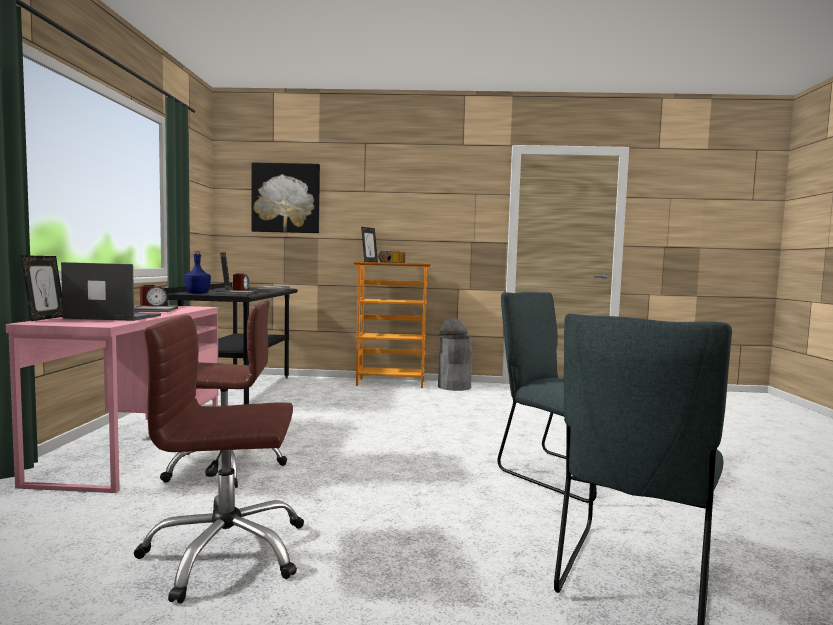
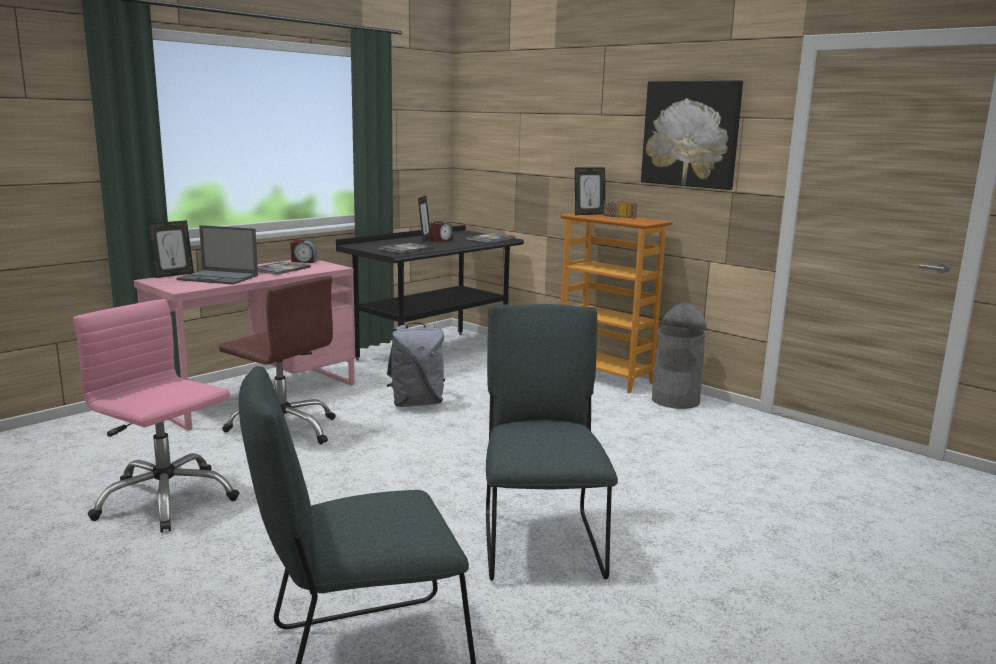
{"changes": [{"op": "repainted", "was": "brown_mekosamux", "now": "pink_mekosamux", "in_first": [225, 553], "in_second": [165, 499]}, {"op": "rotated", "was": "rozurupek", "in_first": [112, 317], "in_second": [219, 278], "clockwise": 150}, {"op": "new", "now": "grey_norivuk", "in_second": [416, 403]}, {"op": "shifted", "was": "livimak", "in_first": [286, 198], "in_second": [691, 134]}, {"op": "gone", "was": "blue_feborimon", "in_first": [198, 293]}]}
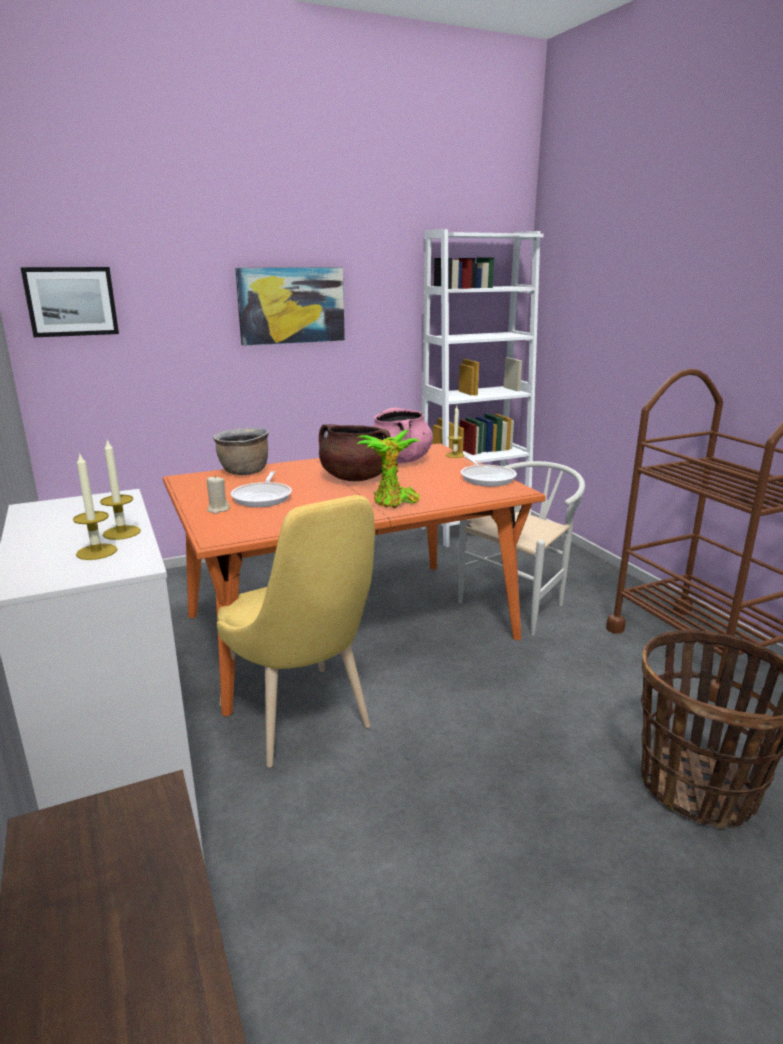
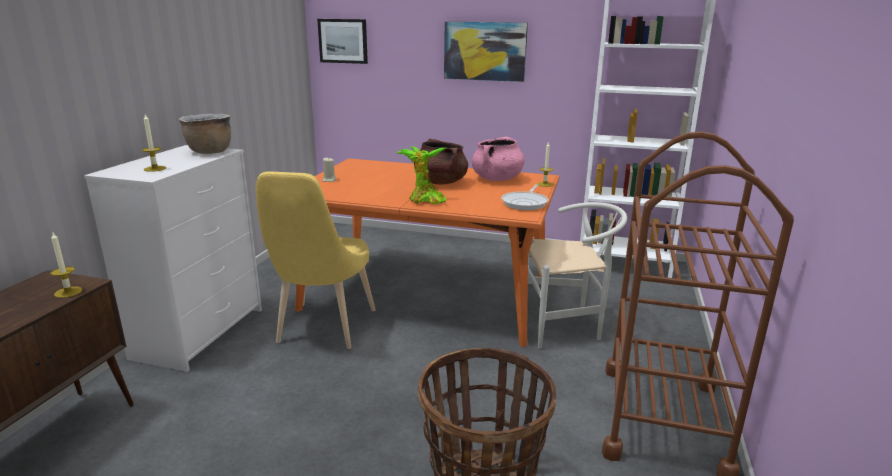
{"changes": [{"op": "shifted", "was": "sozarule", "in_first": [121, 532], "in_second": [68, 292]}, {"op": "shifted", "was": "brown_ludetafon", "in_first": [244, 472], "in_second": [209, 152]}, {"op": "gone", "was": "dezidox", "in_first": [263, 497]}]}
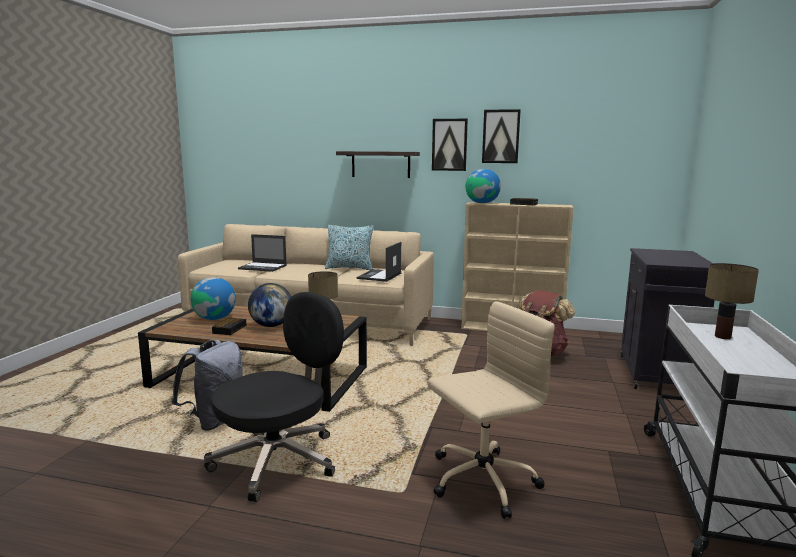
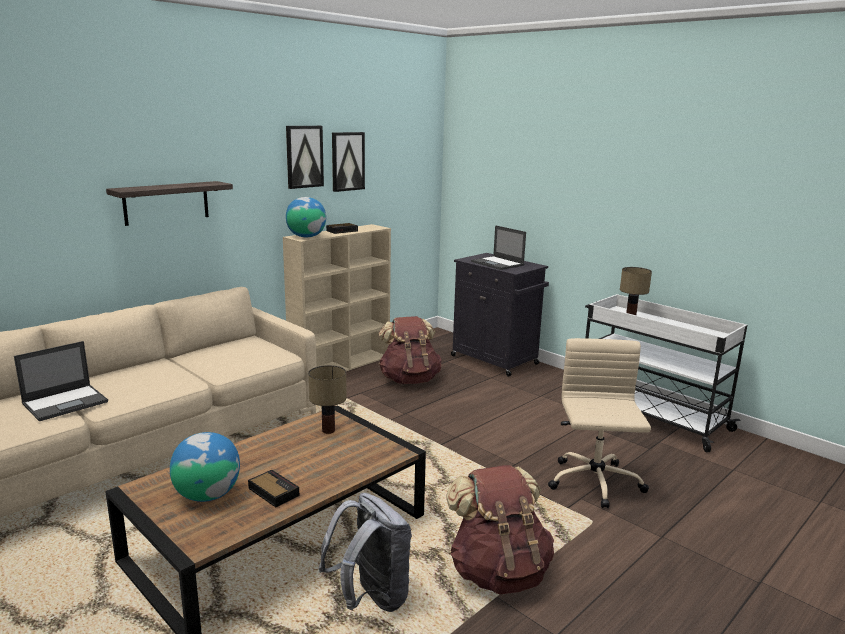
{"changes": [{"op": "shifted", "was": "livimak", "in_first": [449, 144], "in_second": [347, 161]}, {"op": "swapped", "was": "black_mekosamux", "now": "brown_norivuk", "in_first": [279, 460], "in_second": [498, 572]}, {"op": "shifted", "was": "rozurupek", "in_first": [379, 276], "in_second": [498, 263]}, {"op": "gone", "was": "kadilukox", "in_first": [271, 325]}, {"op": "gone", "was": "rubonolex", "in_first": [349, 268]}]}
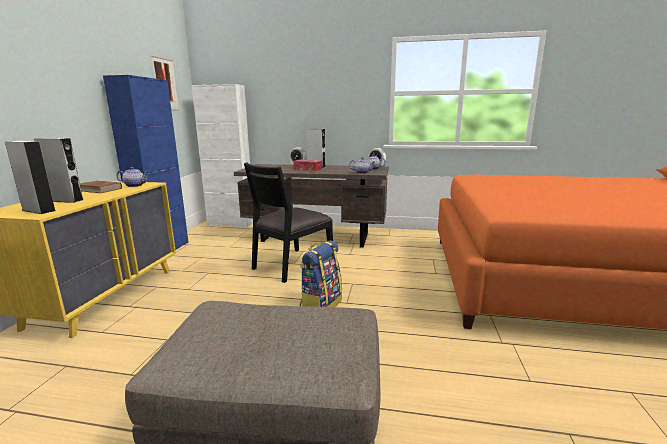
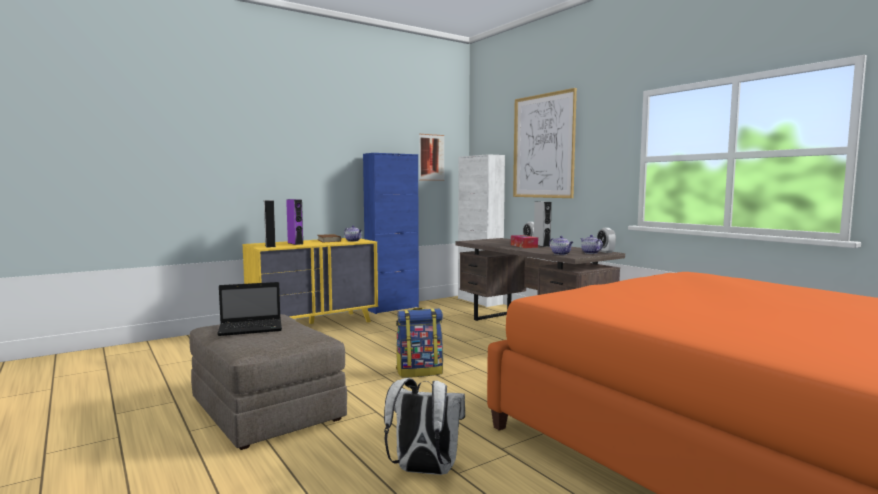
{"changes": [{"op": "new", "now": "rozurupek", "in_second": [252, 328]}, {"op": "repainted", "was": "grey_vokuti", "now": "purple_vokuti", "in_first": [66, 200], "in_second": [295, 243]}, {"op": "new", "now": "white_norivuk", "in_second": [423, 471]}, {"op": "new", "now": "livimak", "in_second": [543, 146]}, {"op": "gone", "was": "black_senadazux", "in_first": [292, 265]}]}
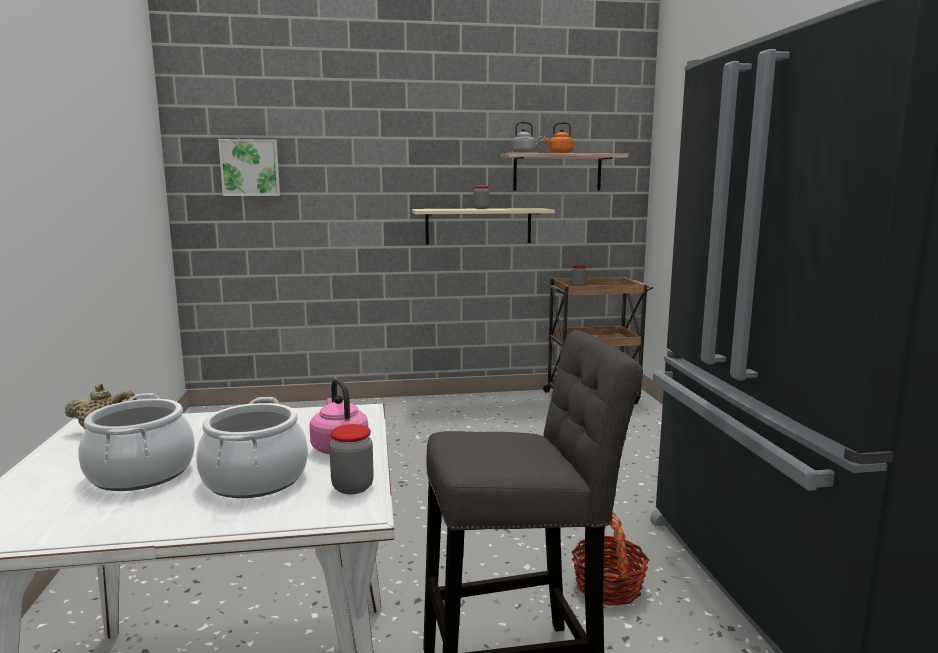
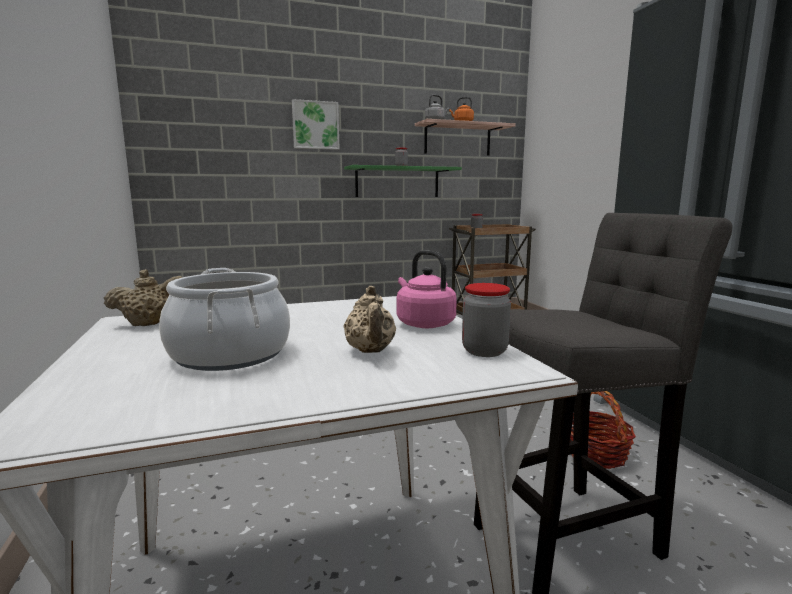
{"changes": [{"op": "shifted", "was": "livimak", "in_first": [250, 168], "in_second": [315, 125]}, {"op": "swapped", "was": "ludetafon", "now": "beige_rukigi", "in_first": [256, 479], "in_second": [370, 351]}, {"op": "repainted", "was": "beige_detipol", "now": "green_detipol", "in_first": [478, 226], "in_second": [397, 182]}]}
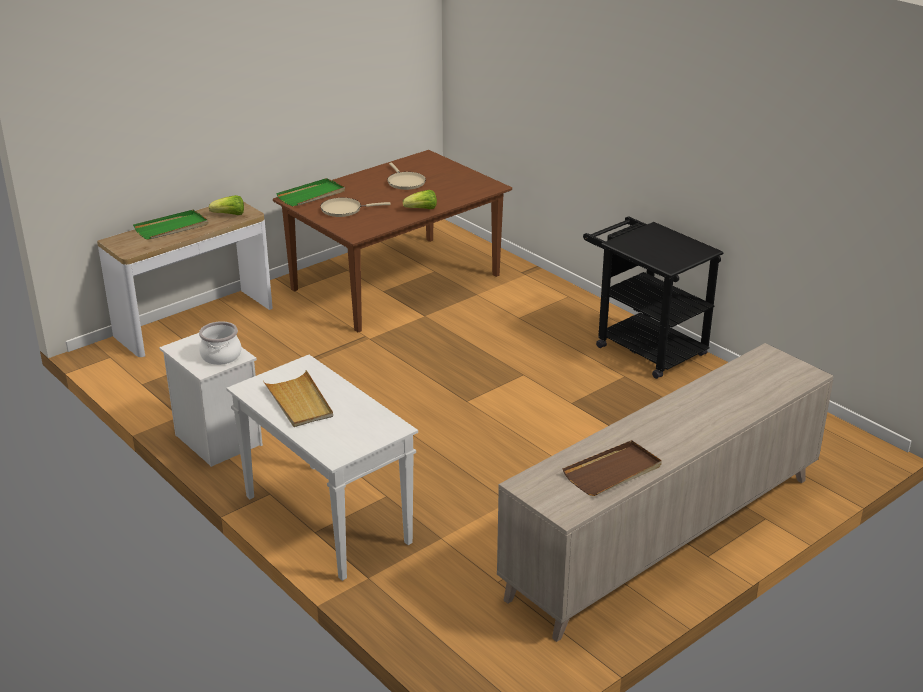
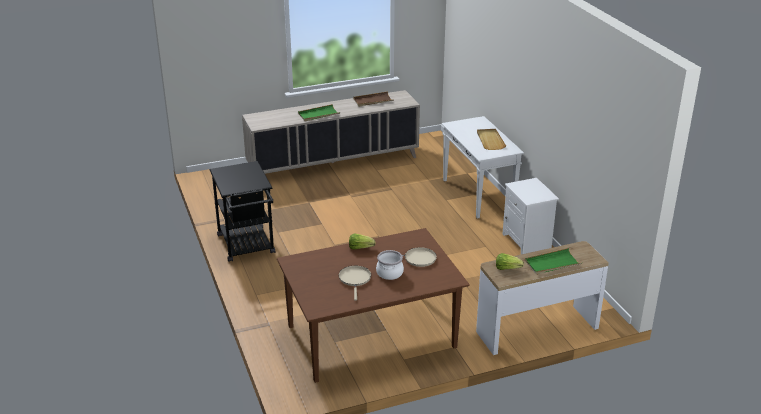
{"changes": [{"op": "shifted", "was": "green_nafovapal", "in_first": [312, 195], "in_second": [318, 114]}, {"op": "shifted", "was": "ludetafon", "in_first": [221, 356], "in_second": [389, 273]}]}
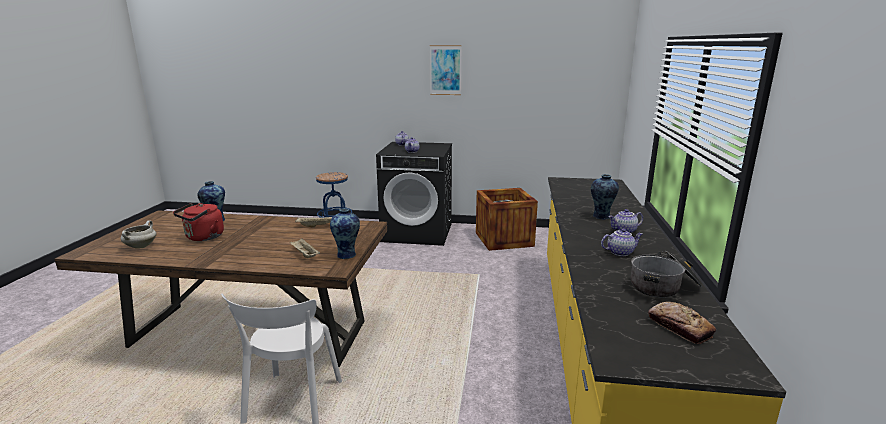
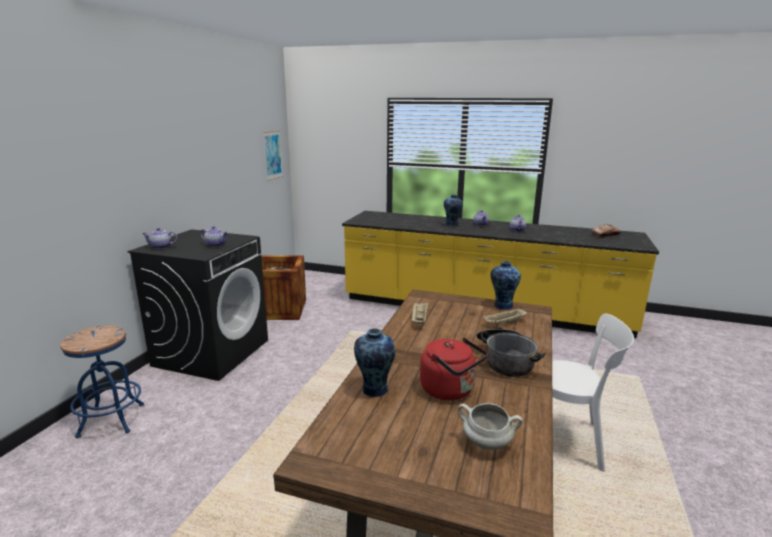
{"changes": [{"op": "shifted", "was": "livimak", "in_first": [445, 70], "in_second": [272, 155]}, {"op": "shifted", "was": "ludetafon", "in_first": [663, 287], "in_second": [505, 360]}]}
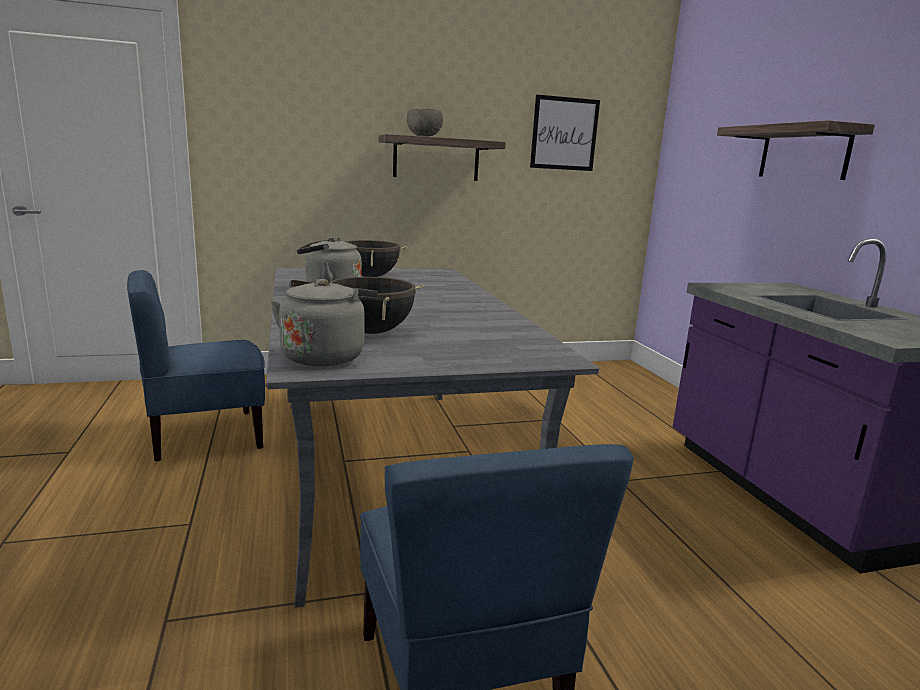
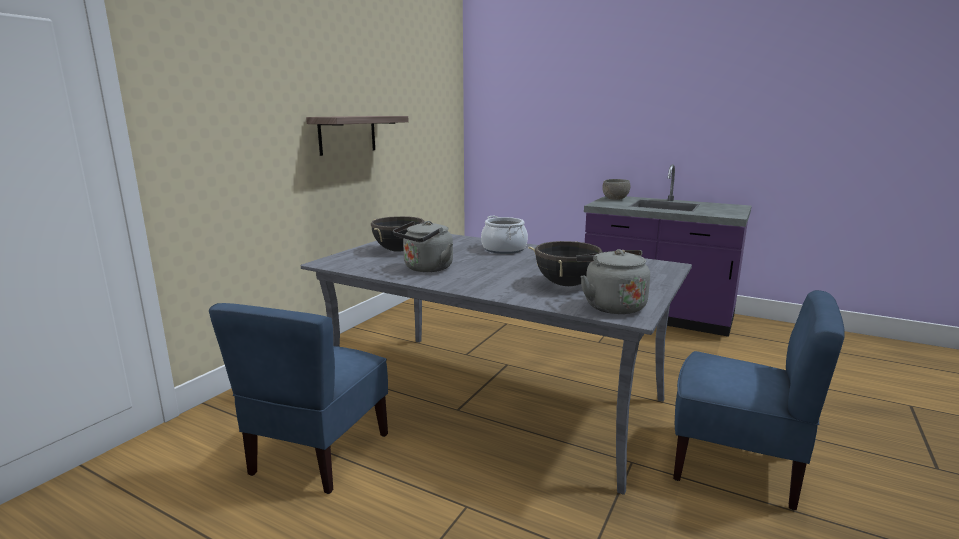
{"changes": [{"op": "new", "now": "ludetafon", "in_second": [504, 249]}, {"op": "shifted", "was": "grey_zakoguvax", "in_first": [424, 136], "in_second": [615, 199]}, {"op": "gone", "was": "livimak", "in_first": [564, 134]}, {"op": "gone", "was": "detipol", "in_first": [804, 153]}]}
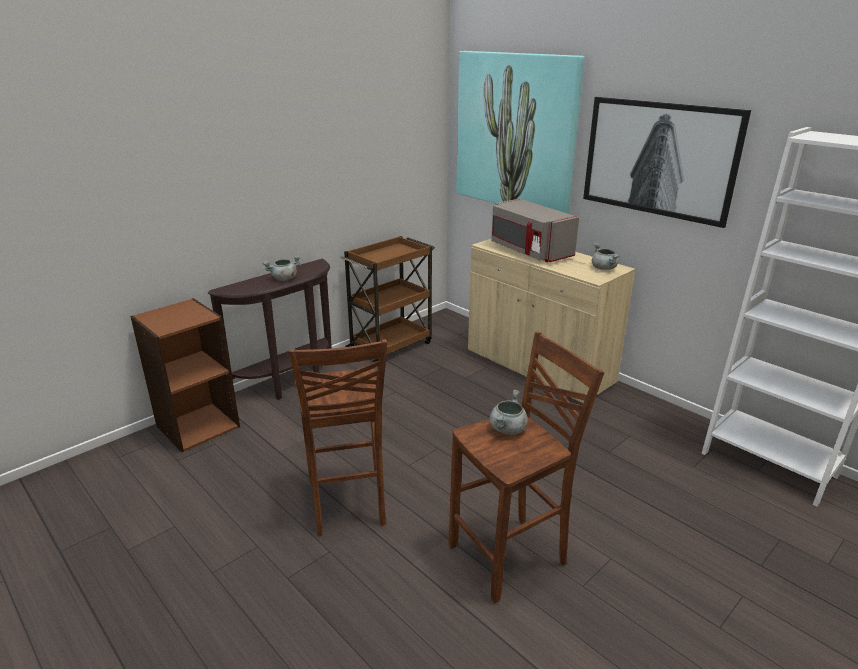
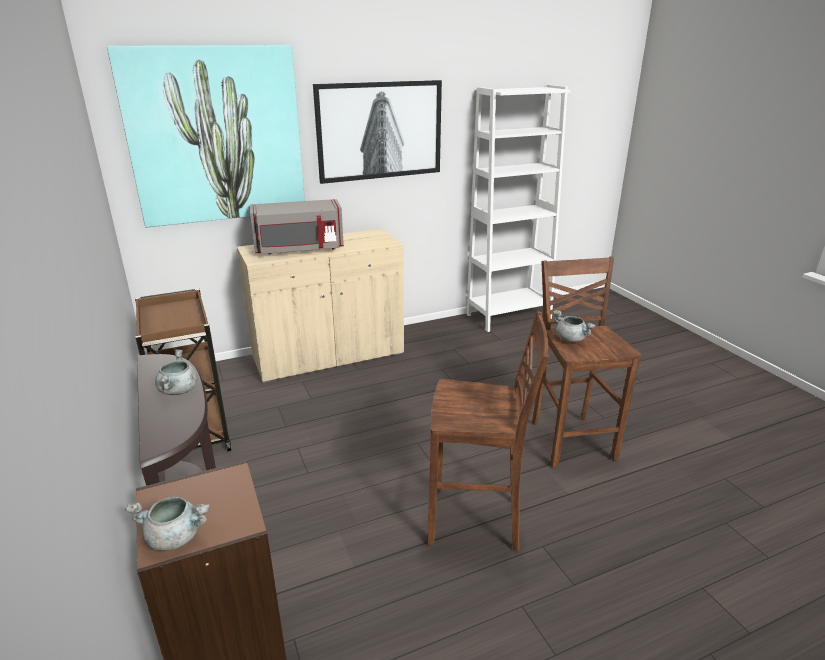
{"changes": [{"op": "shifted", "was": "grey_ludetafon", "in_first": [604, 268], "in_second": [176, 537]}]}
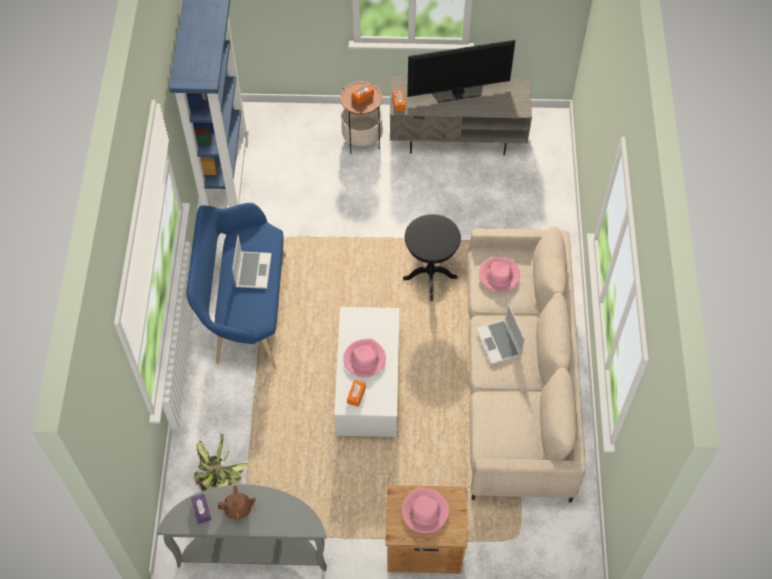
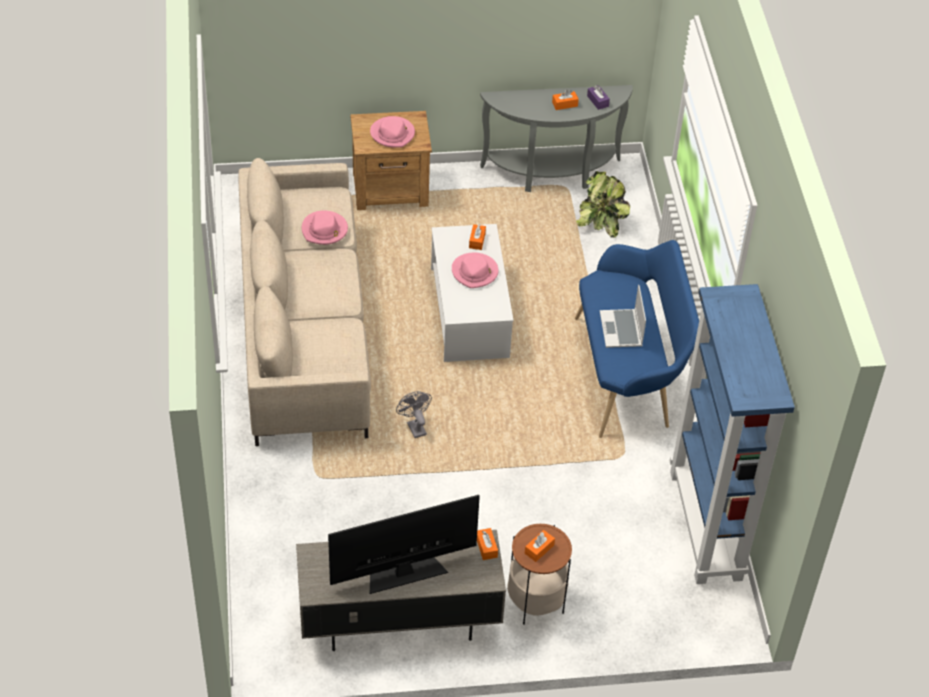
{"changes": [{"op": "shifted", "was": "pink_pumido", "in_first": [499, 275], "in_second": [324, 230]}, {"op": "swapped", "was": "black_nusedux", "now": "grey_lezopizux", "in_first": [430, 278], "in_second": [414, 426]}, {"op": "swapped", "was": "brown_rukigi", "now": "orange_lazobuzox", "in_first": [238, 509], "in_second": [564, 104]}, {"op": "gone", "was": "rozurupek", "in_first": [499, 343]}]}
